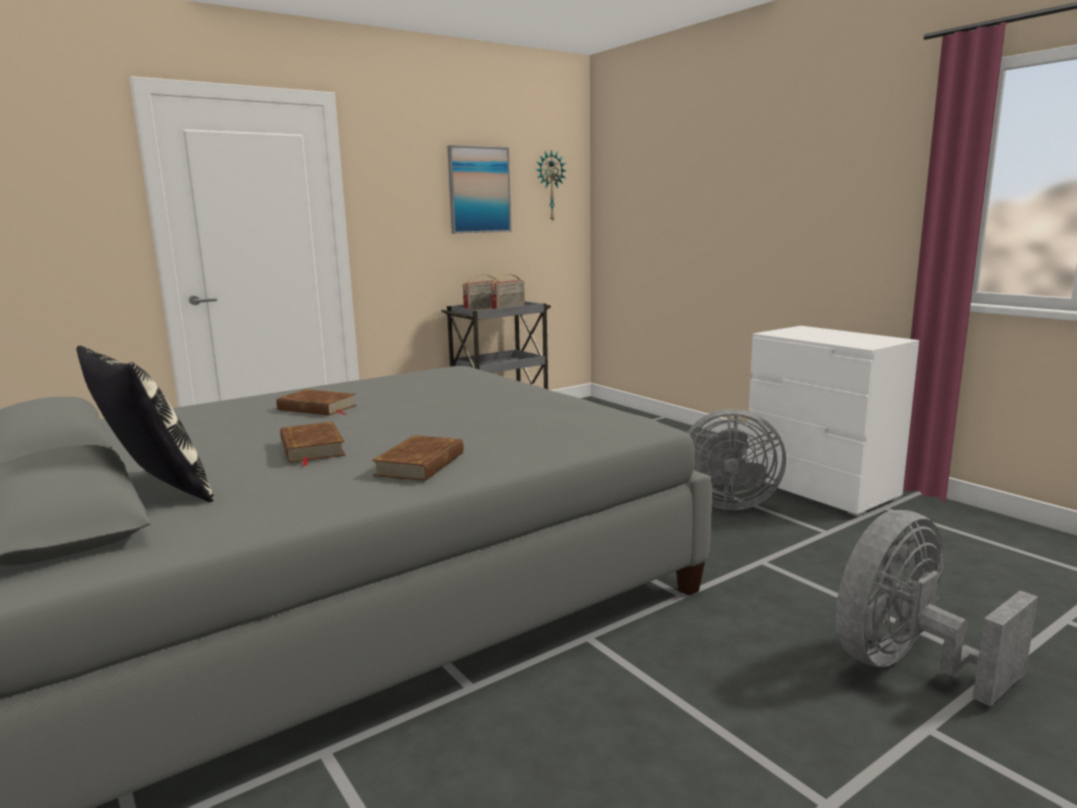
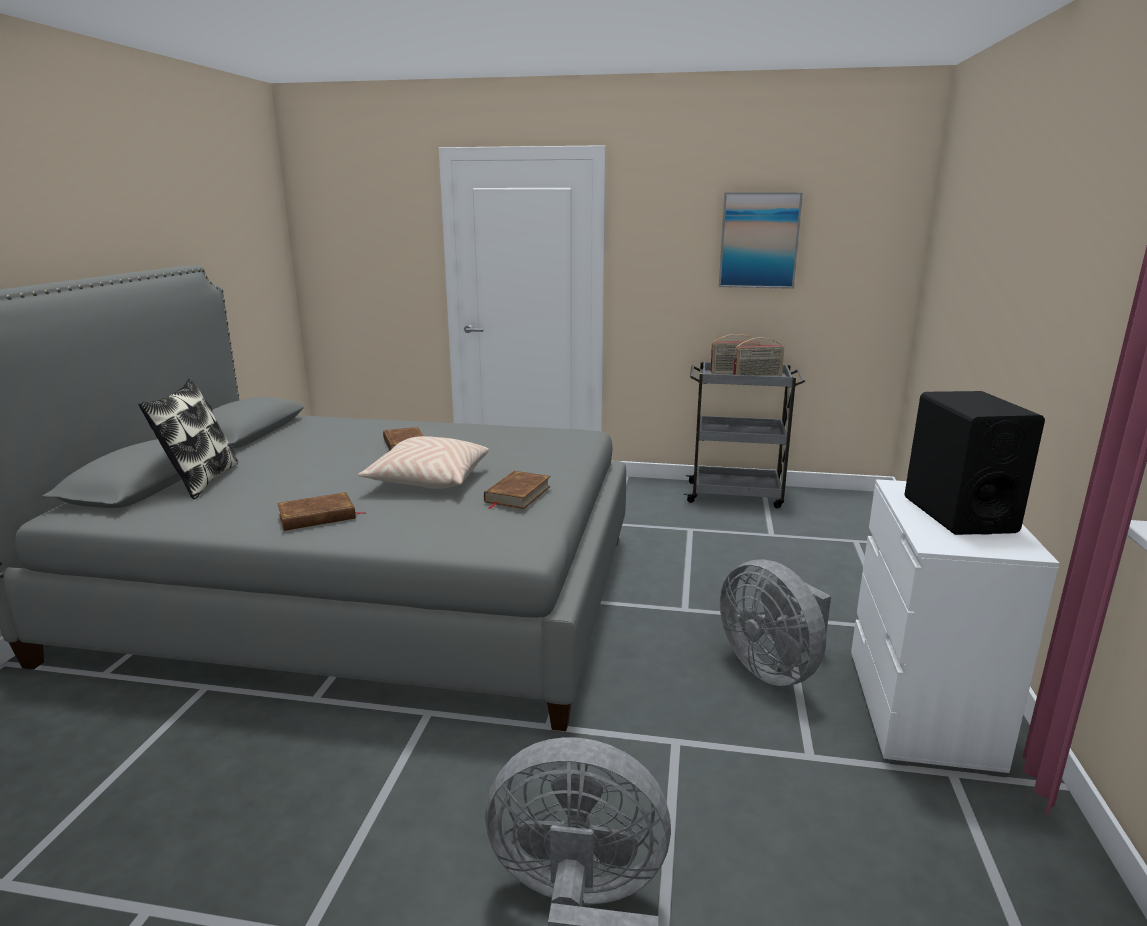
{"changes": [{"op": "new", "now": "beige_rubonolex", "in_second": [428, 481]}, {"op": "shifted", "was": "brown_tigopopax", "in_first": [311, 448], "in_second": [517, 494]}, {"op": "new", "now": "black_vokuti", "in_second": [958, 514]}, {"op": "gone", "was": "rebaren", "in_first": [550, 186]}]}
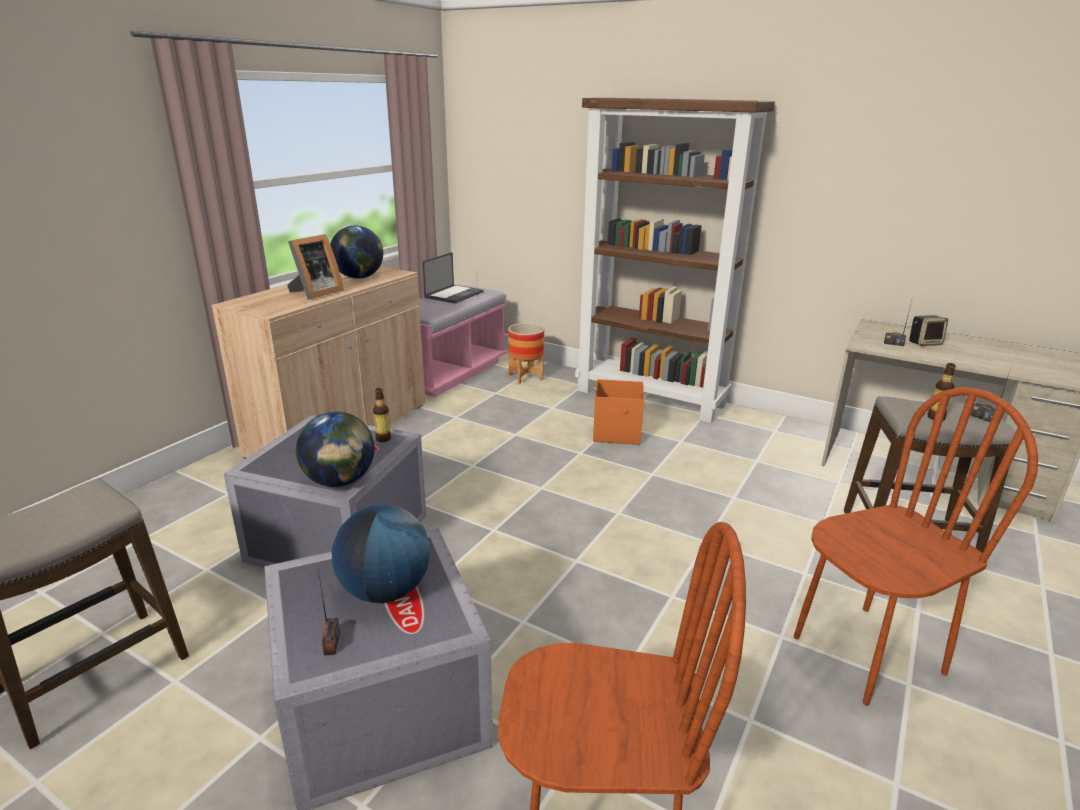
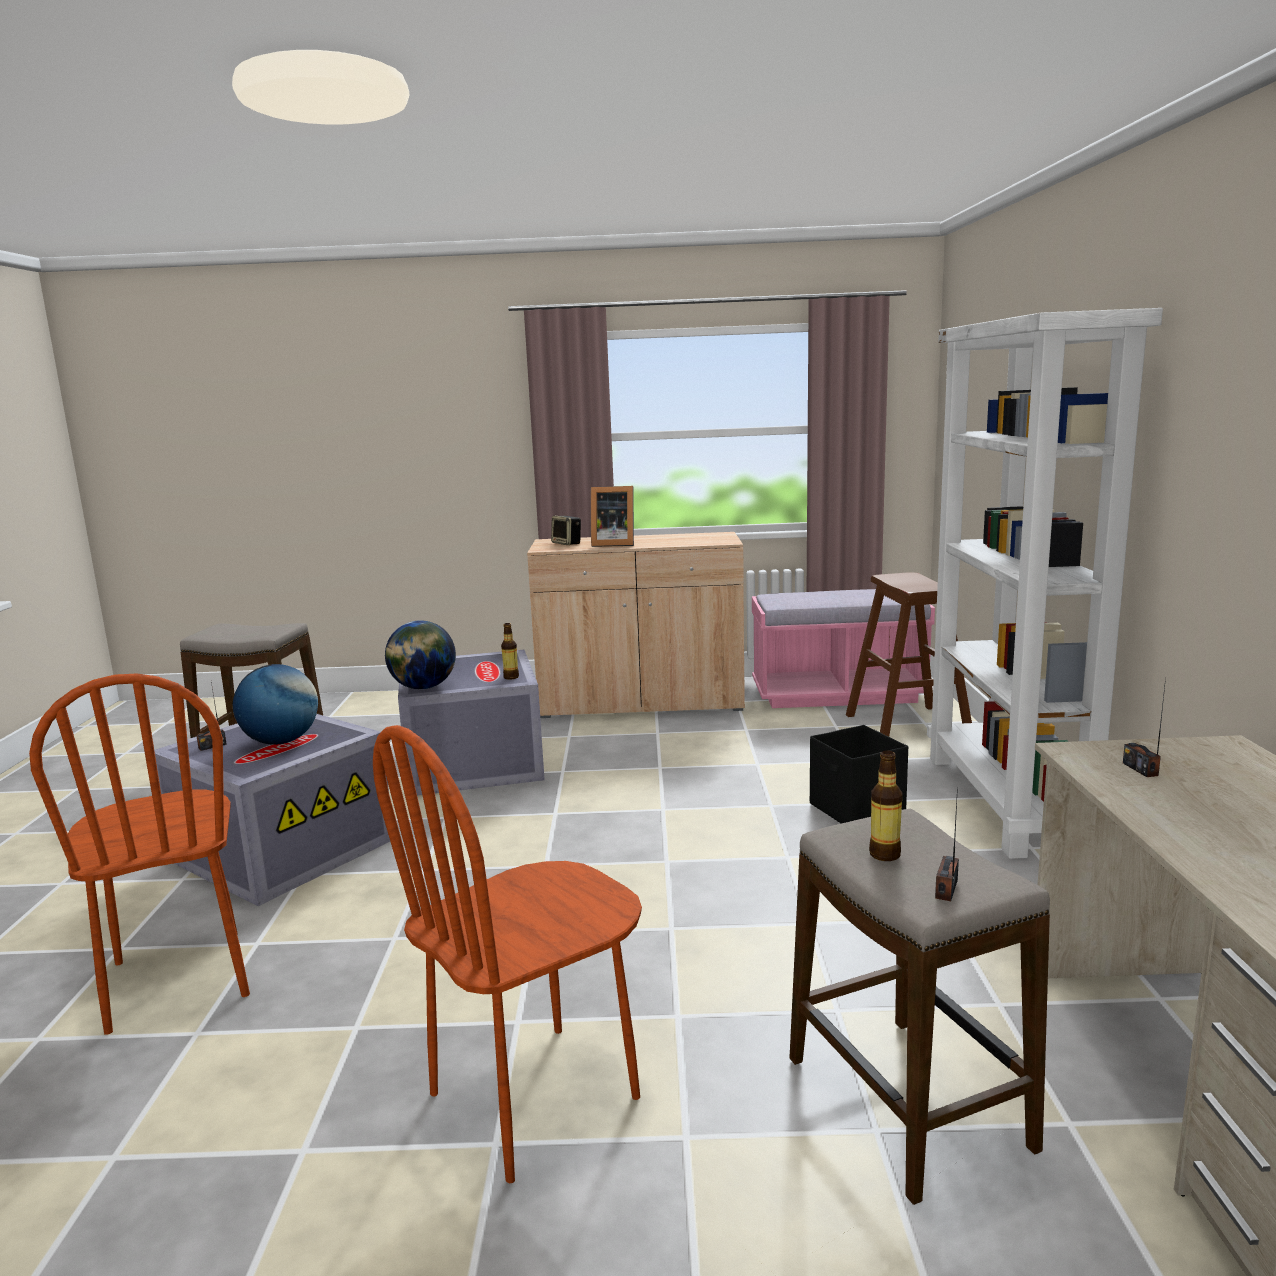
{"changes": [{"op": "rotated", "was": "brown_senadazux", "in_first": [867, 653], "in_second": [535, 1096], "clockwise": 105}, {"op": "shifted", "was": "vokuti", "in_first": [924, 343], "in_second": [567, 543]}, {"op": "repainted", "was": "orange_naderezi", "now": "black_naderezi", "in_first": [617, 433], "in_second": [857, 810]}, {"op": "swapped", "was": "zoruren", "now": "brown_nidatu", "in_first": [525, 377], "in_second": [907, 725]}, {"op": "repainted", "was": "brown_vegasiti", "now": "white_vegasiti", "in_first": [651, 397], "in_second": [1007, 802]}, {"op": "gone", "was": "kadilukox", "in_first": [359, 277]}, {"op": "gone", "was": "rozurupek", "in_first": [454, 294]}]}
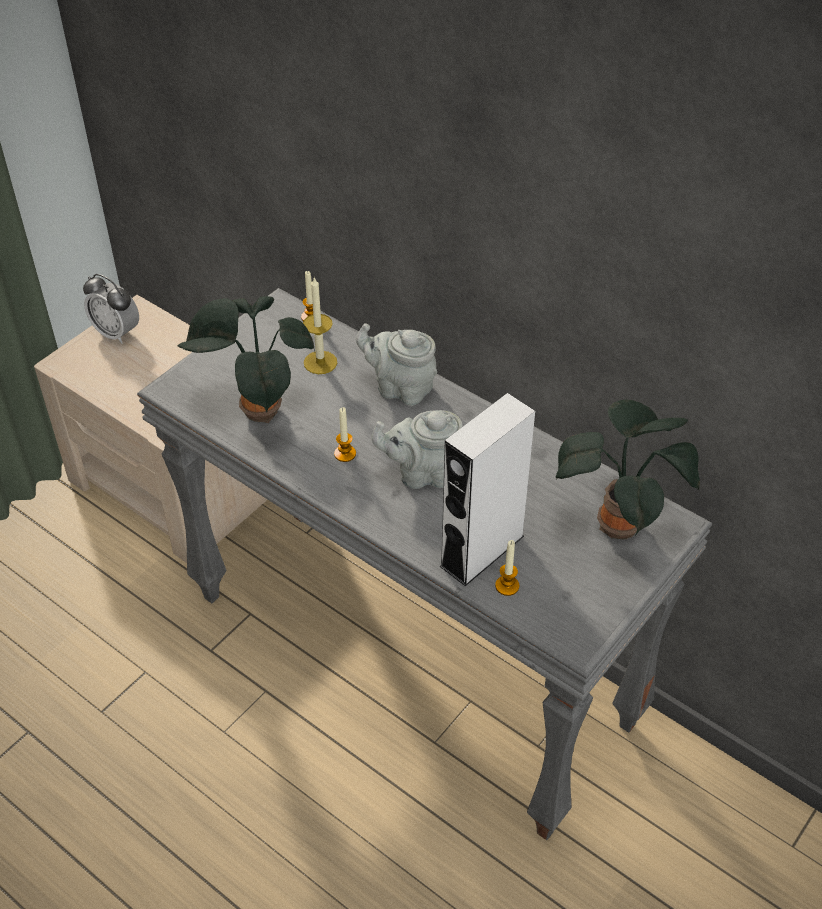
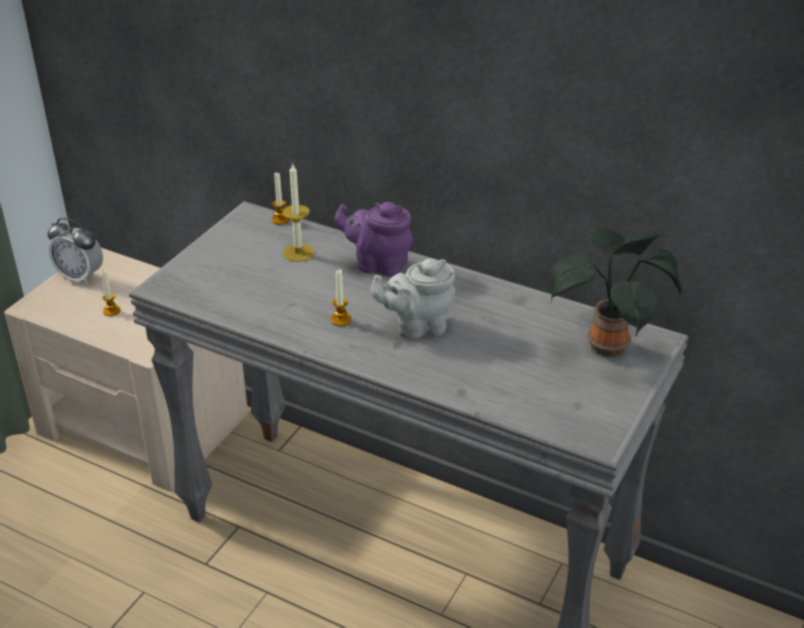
{"changes": [{"op": "shifted", "was": "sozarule", "in_first": [507, 586], "in_second": [111, 311]}, {"op": "repainted", "was": "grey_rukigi", "now": "purple_rukigi", "in_first": [400, 388], "in_second": [378, 264]}, {"op": "gone", "was": "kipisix", "in_first": [256, 410]}, {"op": "gone", "was": "white_vokuti", "in_first": [482, 551]}]}
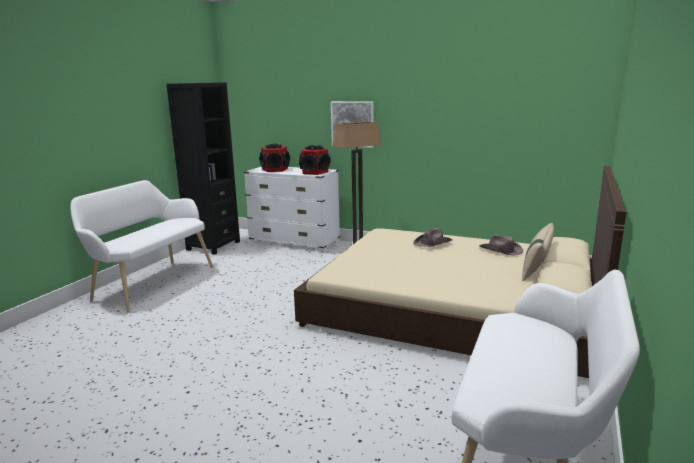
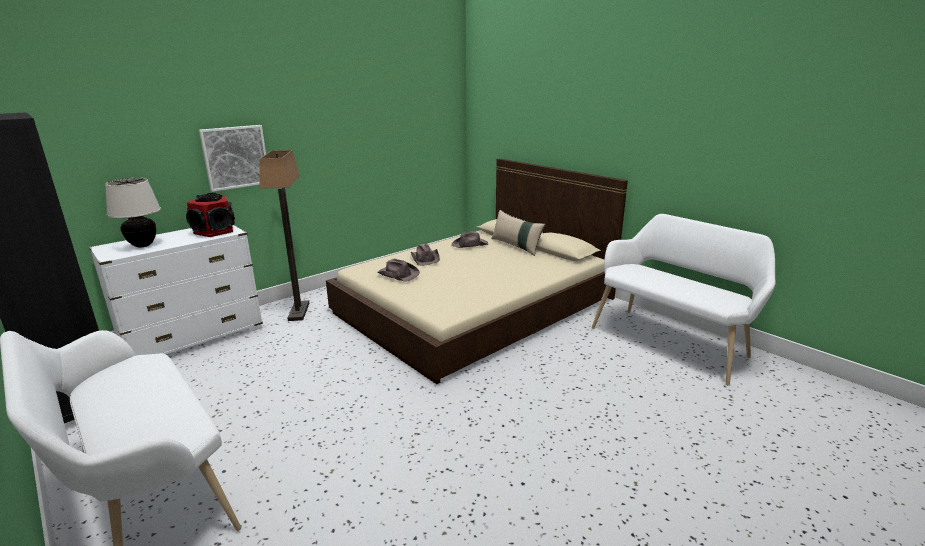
{"changes": [{"op": "swapped", "was": "vokuti", "now": "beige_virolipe", "in_first": [275, 170], "in_second": [143, 245]}, {"op": "new", "now": "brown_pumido", "in_second": [398, 274]}]}
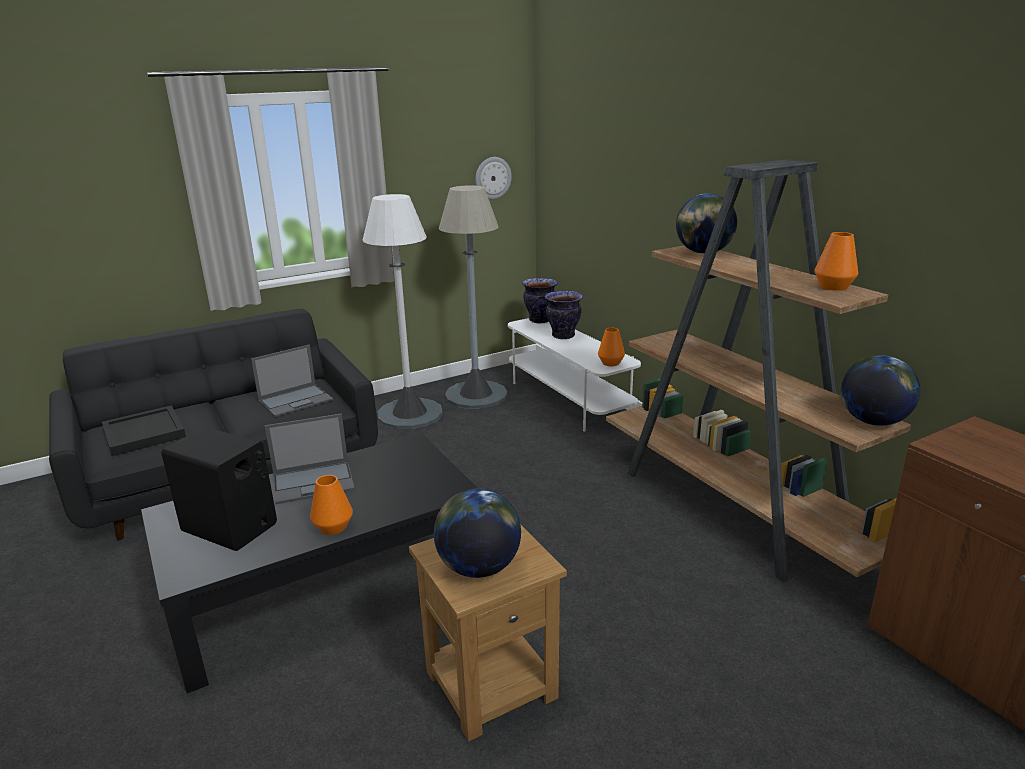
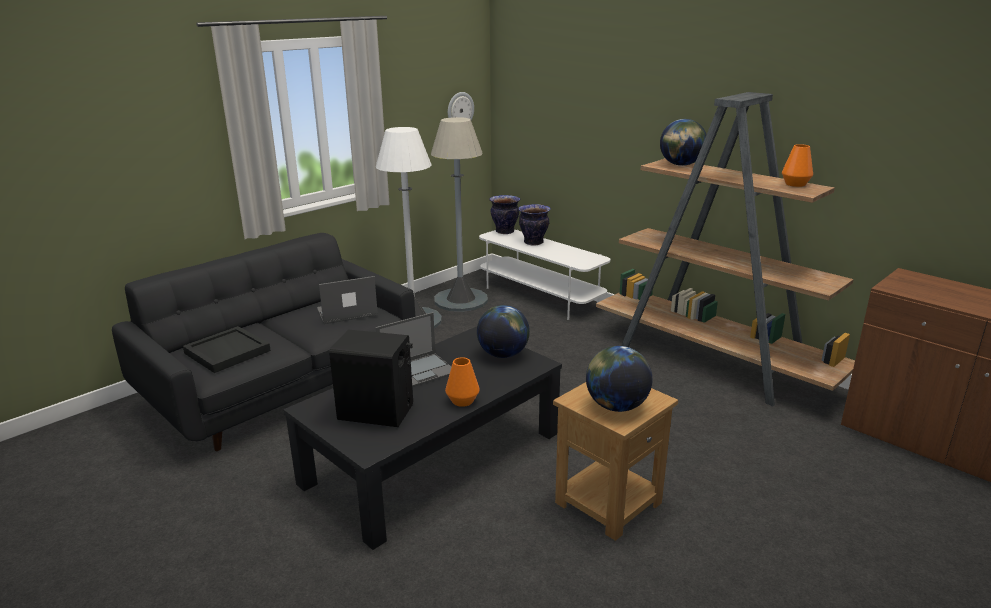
{"changes": [{"op": "rotated", "was": "rozurupek", "in_first": [296, 400], "in_second": [346, 312], "clockwise": -150}, {"op": "shifted", "was": "kadilukox", "in_first": [873, 421], "in_second": [503, 354]}, {"op": "gone", "was": "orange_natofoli", "in_first": [611, 363]}]}
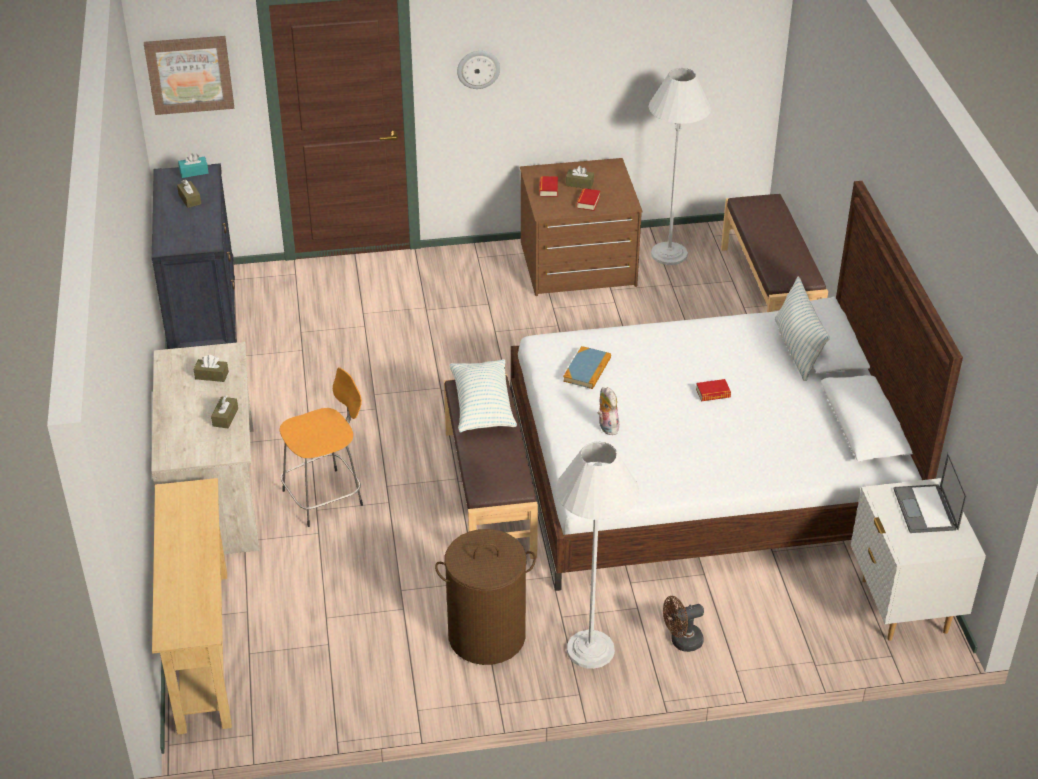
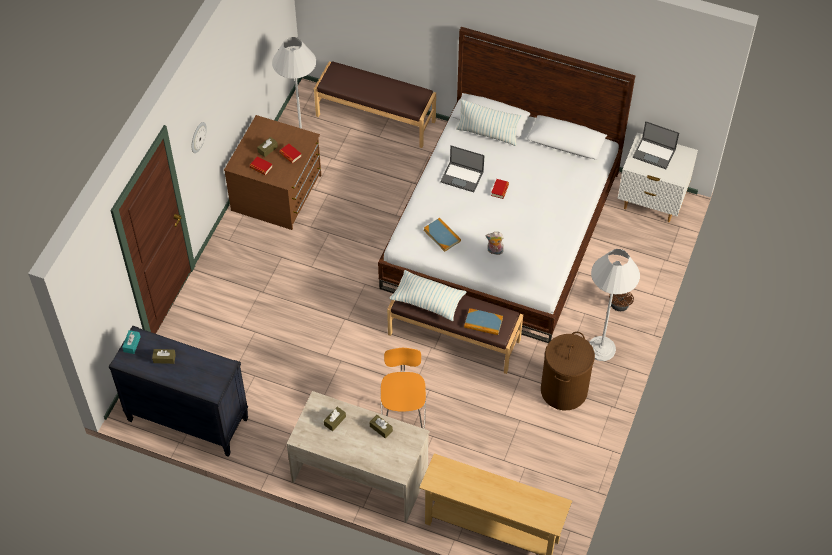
{"changes": [{"op": "new", "now": "rozurupek", "in_second": [462, 177]}, {"op": "new", "now": "tigopopax", "in_second": [483, 323]}, {"op": "gone", "was": "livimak", "in_first": [189, 74]}]}
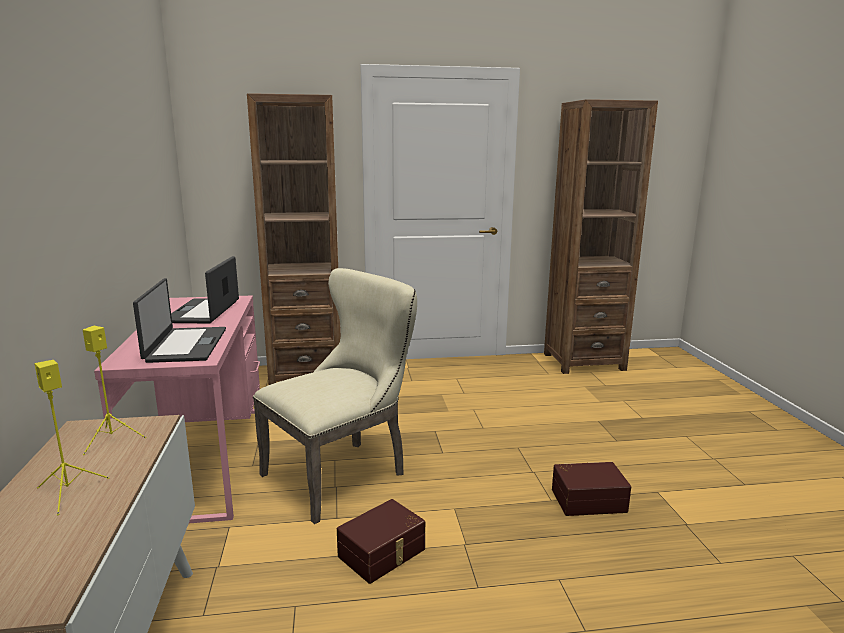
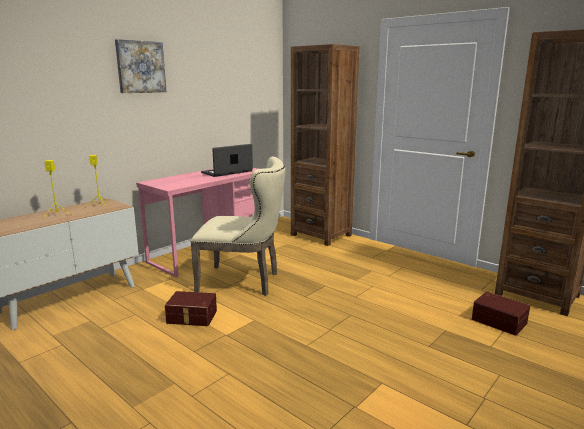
{"changes": [{"op": "new", "now": "livimak", "in_second": [140, 67]}, {"op": "shifted", "was": "brown_naderezi", "in_first": [588, 499], "in_second": [499, 321]}, {"op": "gone", "was": "rozurupek", "in_first": [185, 345]}]}
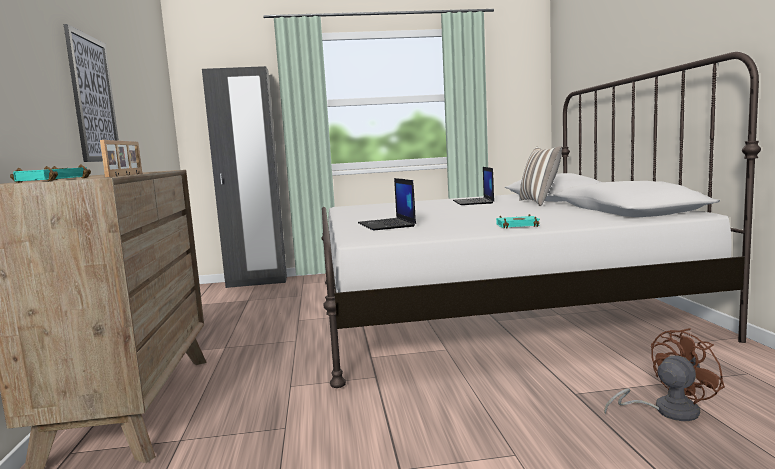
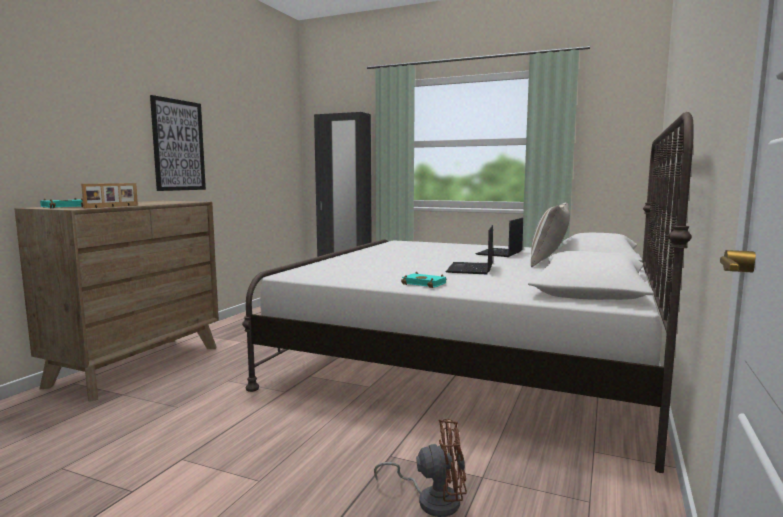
{"changes": [{"op": "shifted", "was": "rozurupek", "in_first": [387, 225], "in_second": [471, 269]}]}
